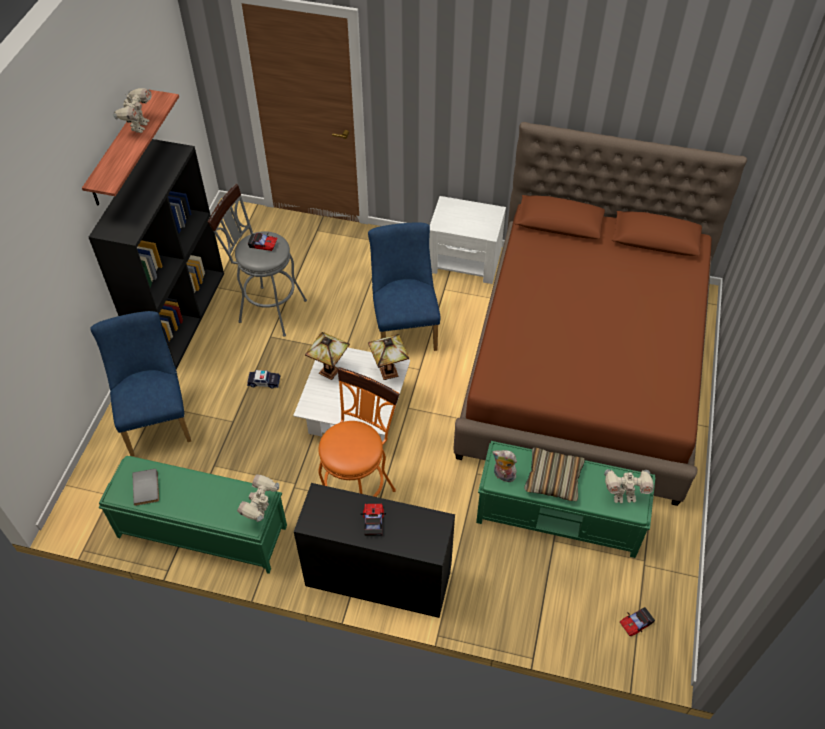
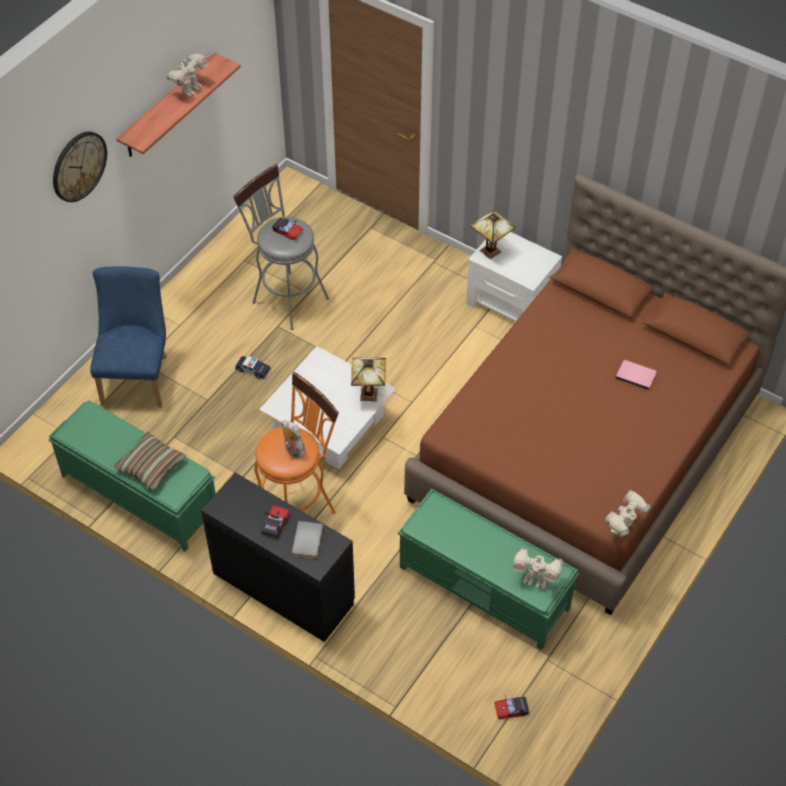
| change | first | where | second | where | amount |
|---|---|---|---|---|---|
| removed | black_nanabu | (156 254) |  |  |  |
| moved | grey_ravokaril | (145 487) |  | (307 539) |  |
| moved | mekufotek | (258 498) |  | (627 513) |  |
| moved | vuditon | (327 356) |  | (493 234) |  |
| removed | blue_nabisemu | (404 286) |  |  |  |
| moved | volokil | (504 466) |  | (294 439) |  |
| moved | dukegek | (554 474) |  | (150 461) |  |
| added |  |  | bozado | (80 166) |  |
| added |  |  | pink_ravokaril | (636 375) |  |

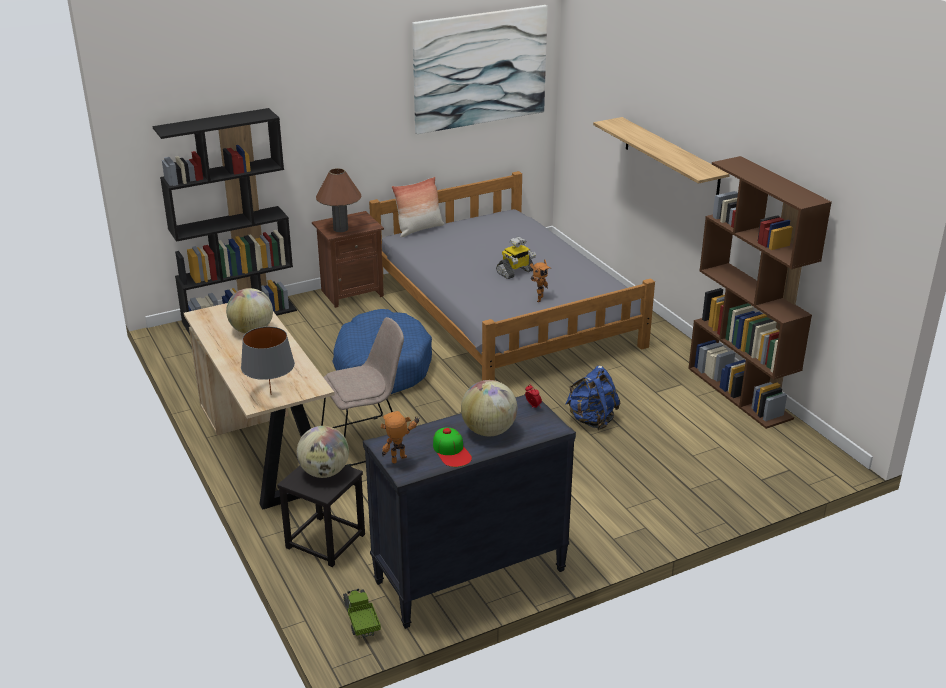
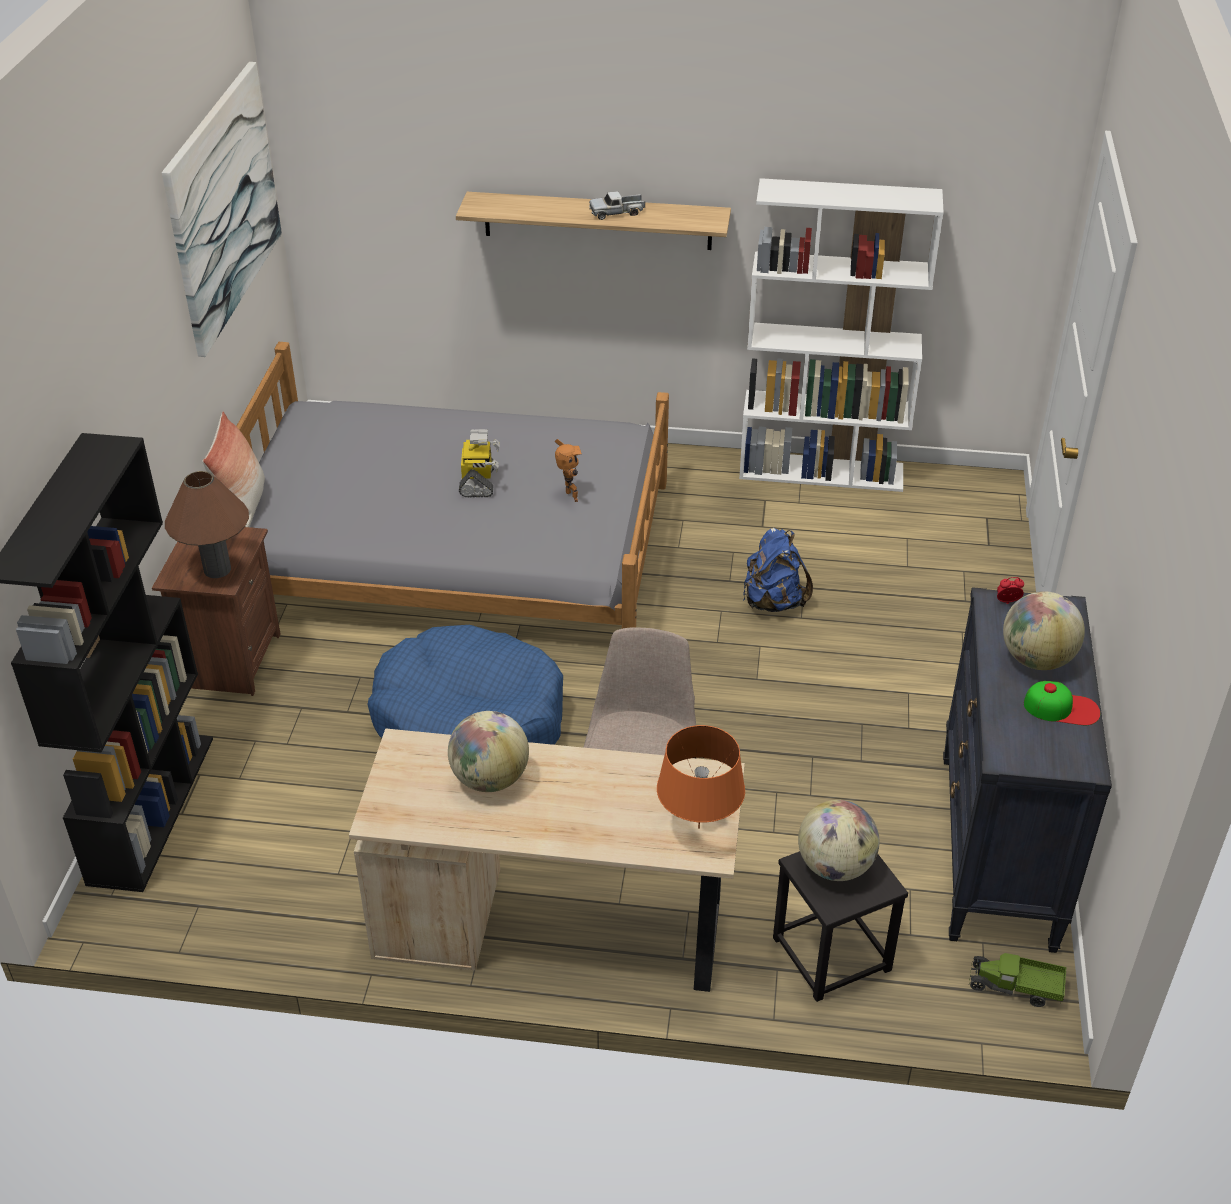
| change | first | where | second | where | amount |
|---|---|---|---|---|---|
| recoloured | grey_vuditon | (268 360) | orange_vuditon | (701 777) |  |
| removed | mekufotek | (400 437) |  |  |  |
| recoloured | brown_nanabu | (760 292) | white_nanabu | (841 335) |  |
| added |  |  | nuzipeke | (617 205) |  |

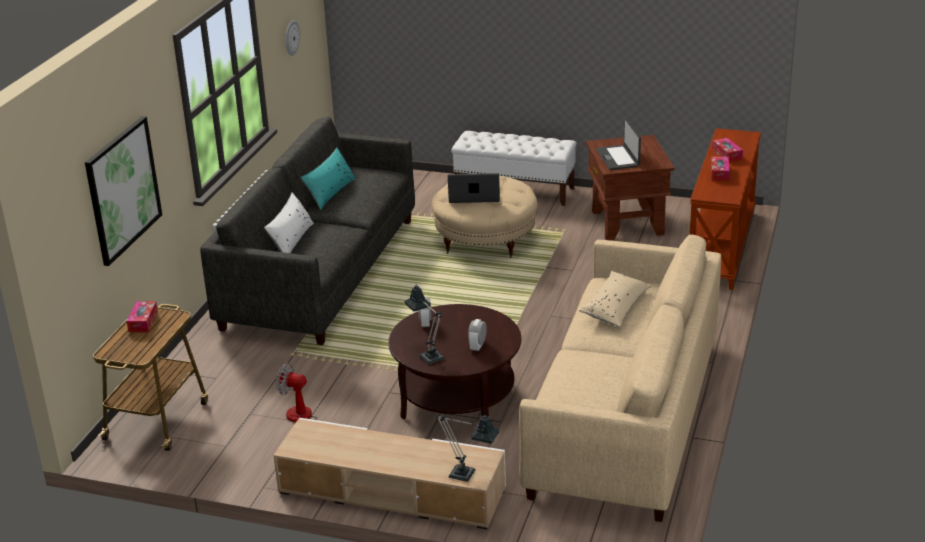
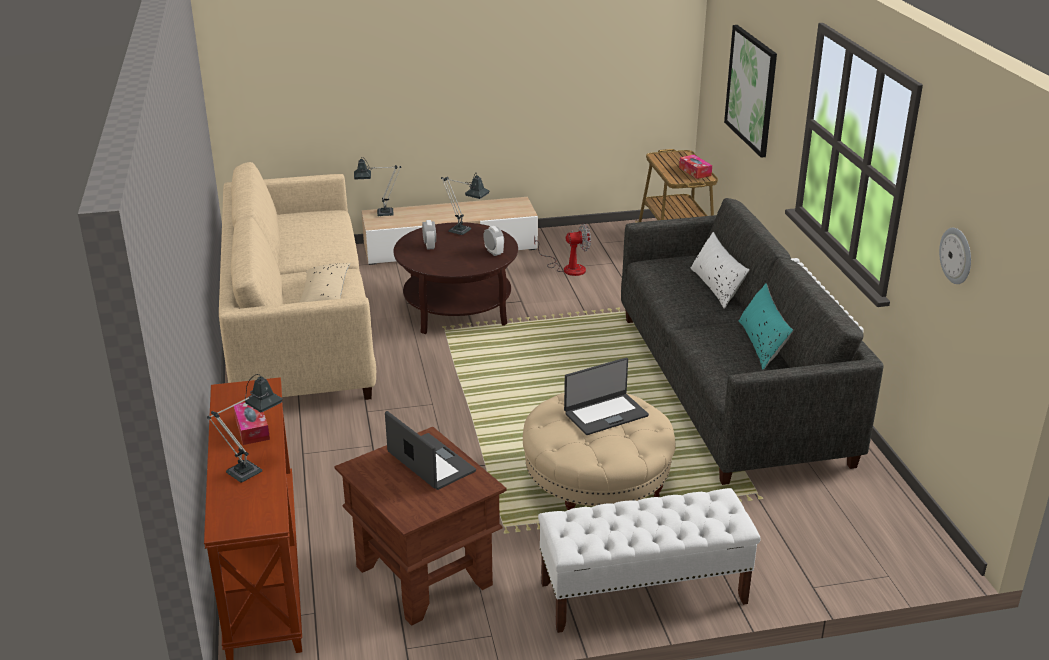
| change | first | where | second | where | amount |
|---|---|---|---|---|---|
| replaced | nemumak | (727 150) | vuditon | (244 428) |  |

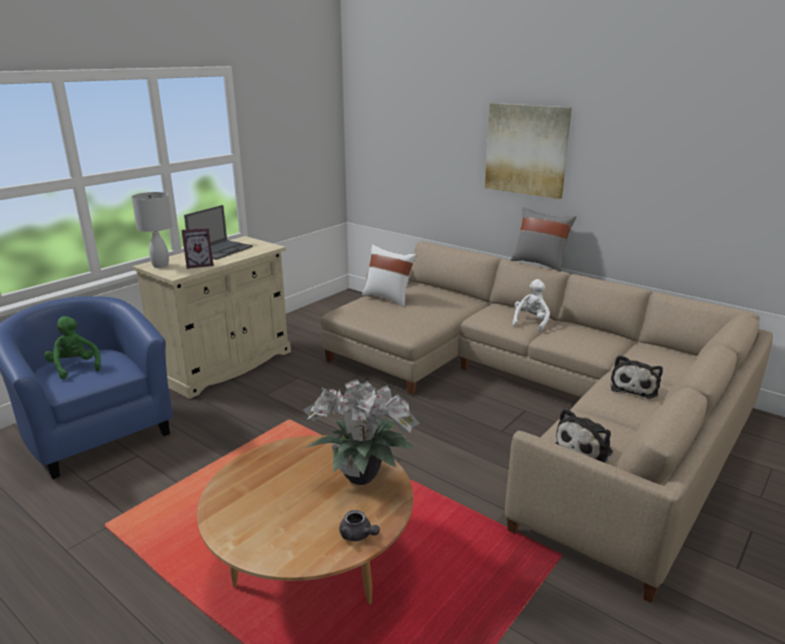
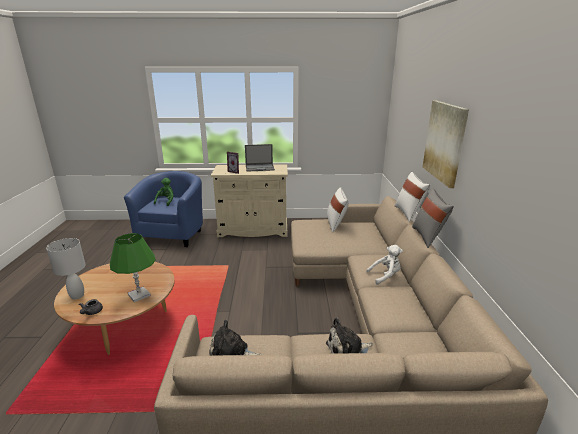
| change | first | where | second | where | amount |
|---|---|---|---|---|---|
| moved | white_vuditon | (152 230) |  | (66 268) |  |
| replaced | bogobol | (361 432) | green_vuditon | (133 267) |  |
| added |  |  | white_dukegek | (412 197) |  |

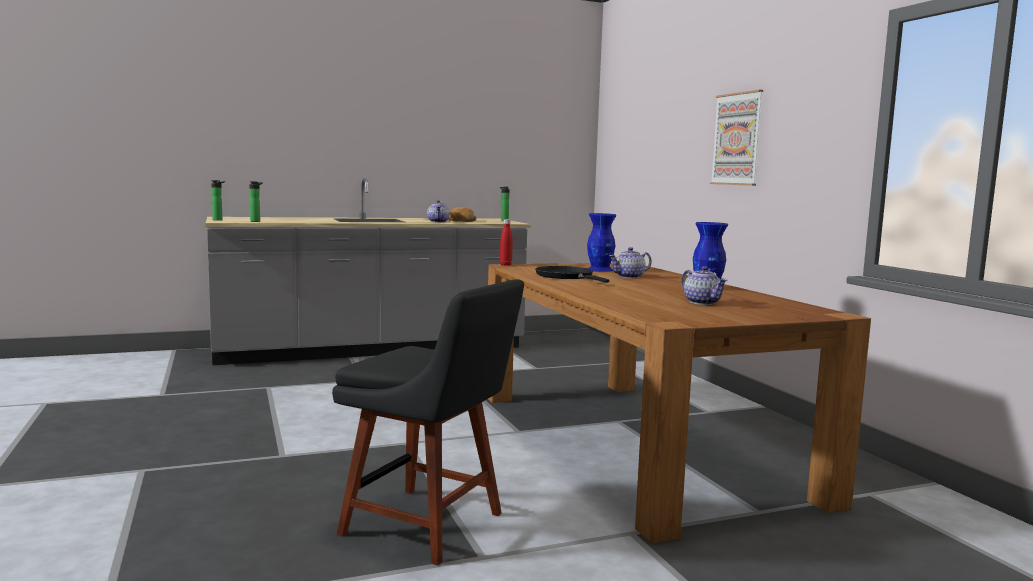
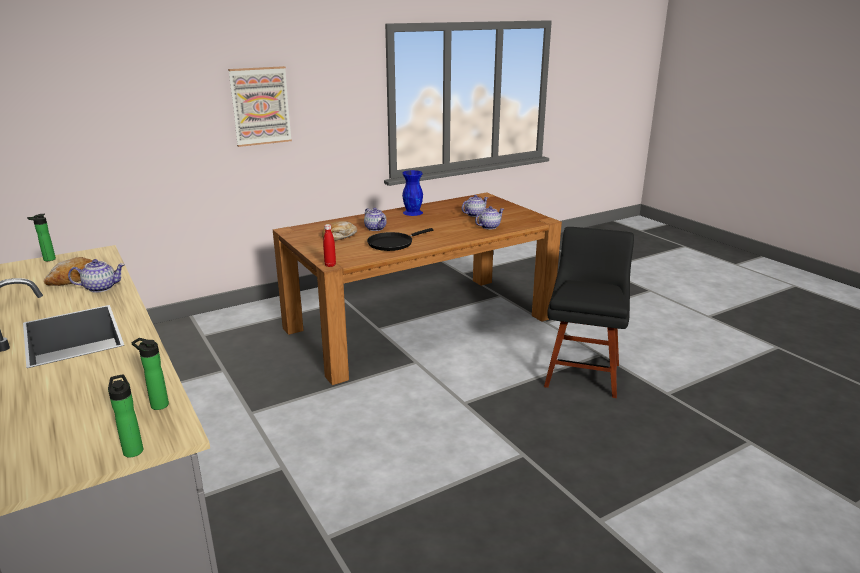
| change | first | where | second | where | amount |
|---|---|---|---|---|---|
| replaced | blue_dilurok | (601 242) | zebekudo | (339 231) |  |
| added |  |  | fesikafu | (489 217) |  |

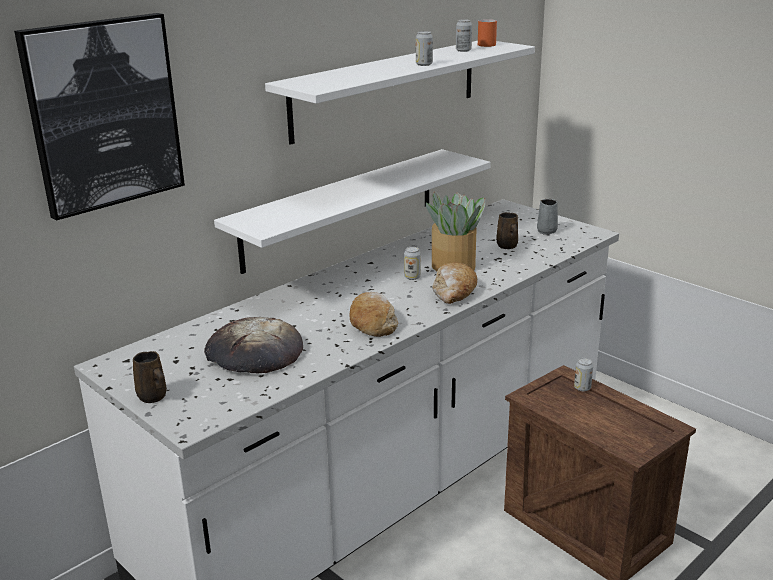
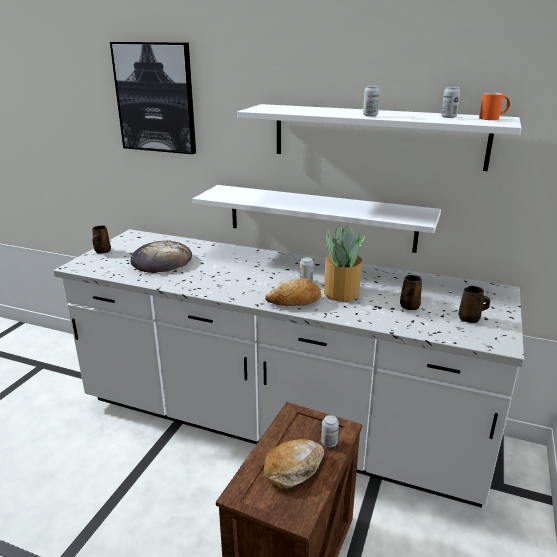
| change | first | where | second | where | amount |
|---|---|---|---|---|---|
| moved | zebekudo | (374 314) |  | (294 464) |  |
| recoloured | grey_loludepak | (547 217) | brown_loludepak | (474 304) |  |

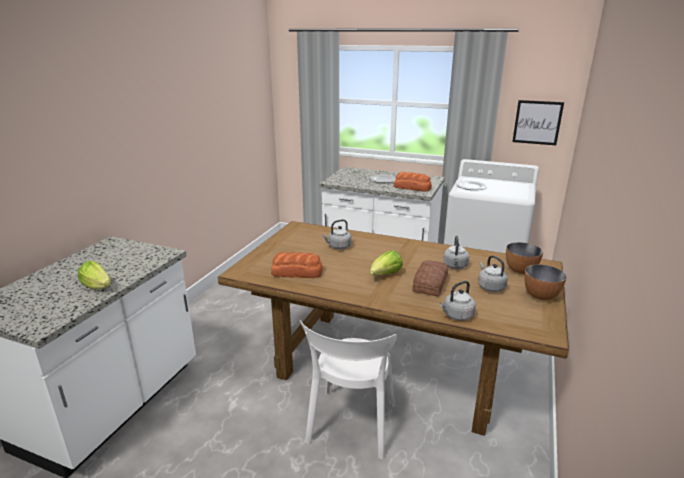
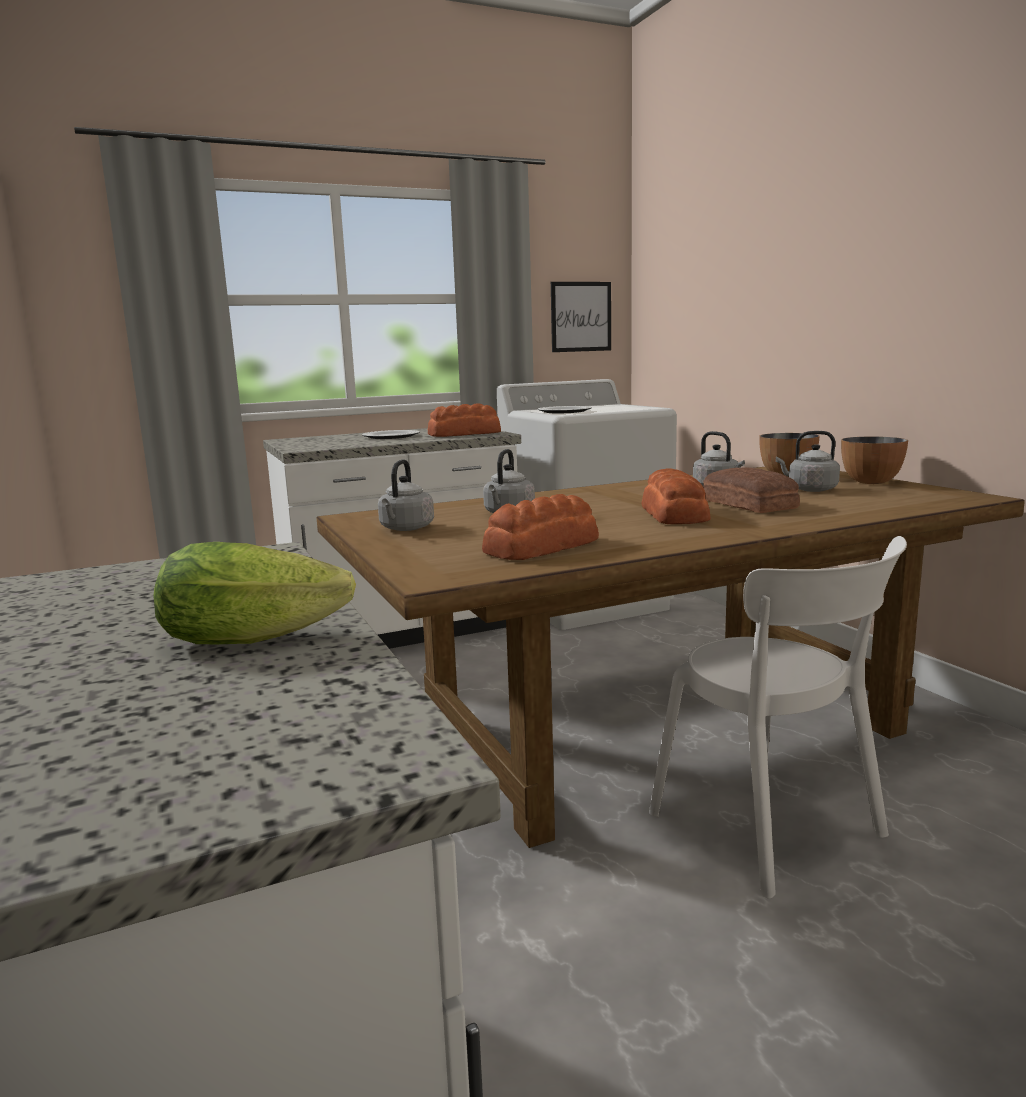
| change | first | where | second | where | amount |
|---|---|---|---|---|---|
| replaced | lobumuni | (386 262) | zebekudo | (676 496) |  |
| moved | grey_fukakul | (458 301) |  | (406 495) |  |

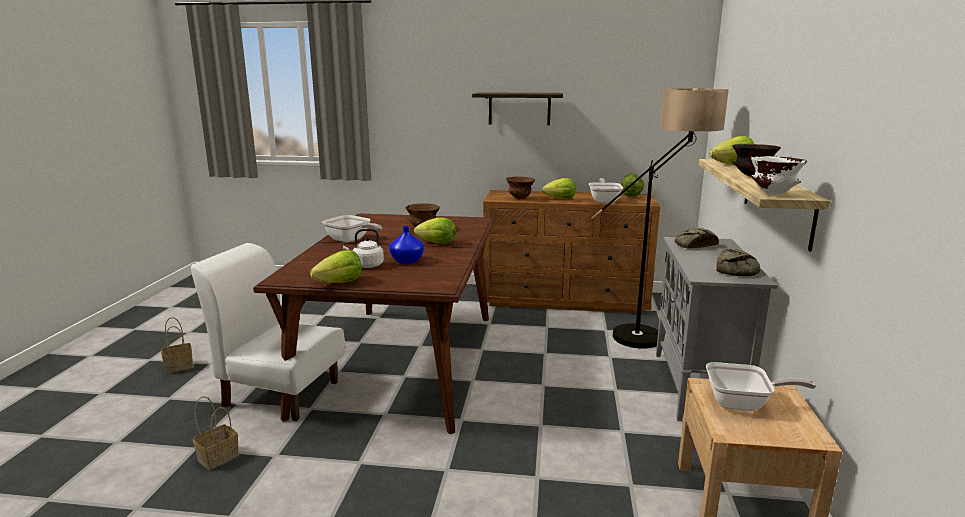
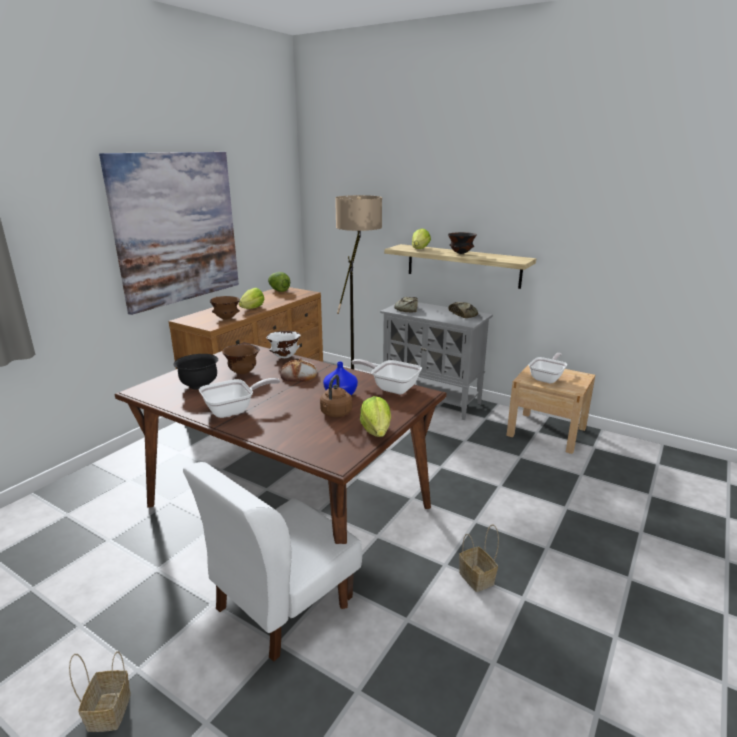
| change | first | where | second | where | amount |
|---|---|---|---|---|---|
| moved | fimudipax | (216 433) |  | (479 558) |  |
| recoloured | white_fukakul | (363 248) | brown_fukakul | (336 395) |  |
| replaced | lobumuni | (435 230) | zebekudo | (298 370) |  |
| replaced | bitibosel | (517 108) | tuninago | (169 233) |  |
| moved | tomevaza | (606 190) |  | (386 376) |  |
| moved | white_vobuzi | (778 175) |  | (283 344) |  |
| added |  |  | black_vobuzi | (195 372) |  |

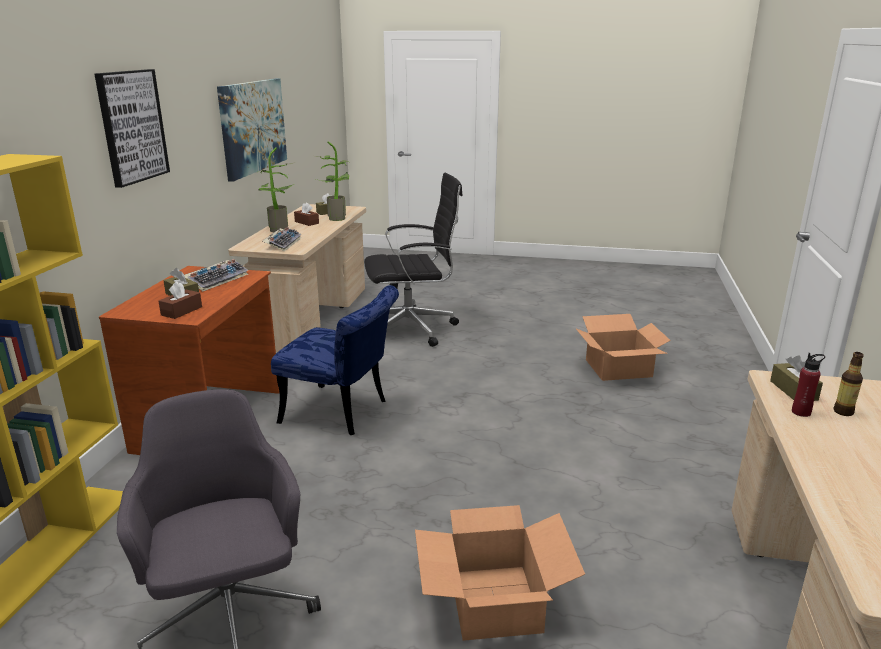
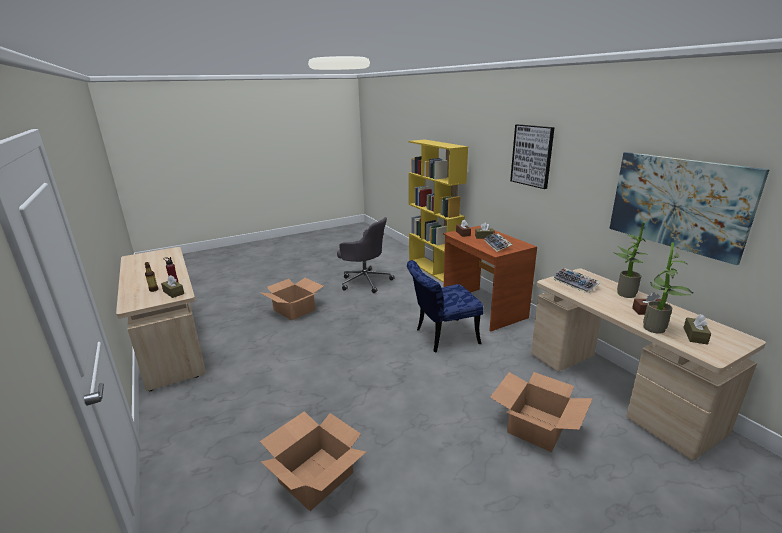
| change | first | where | second | where | amount |
|---|---|---|---|---|---|
| replaced | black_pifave | (413 260) | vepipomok | (541 412) |  |

